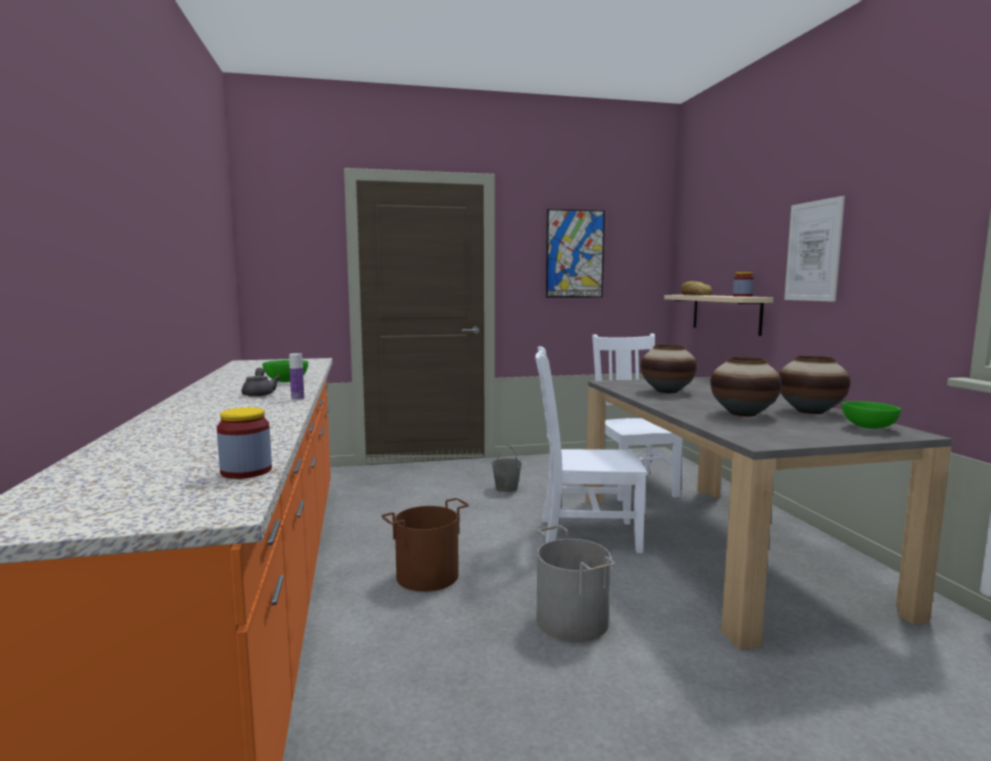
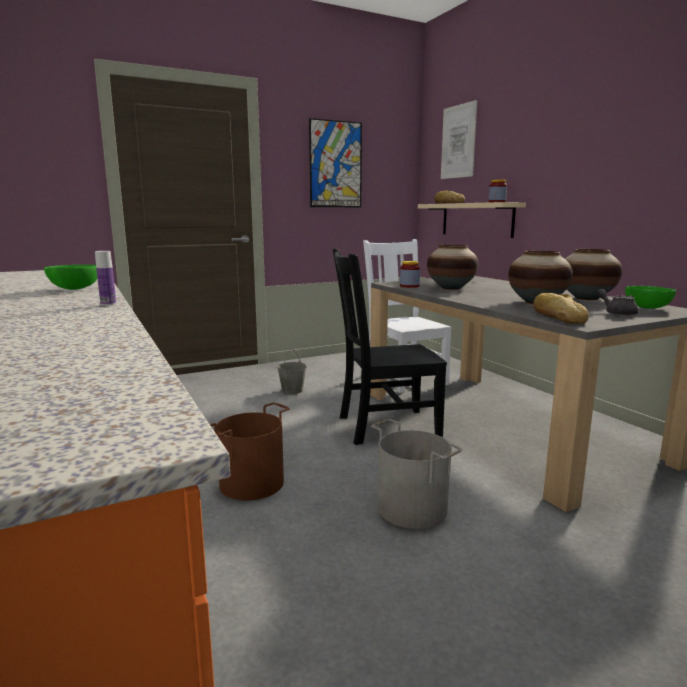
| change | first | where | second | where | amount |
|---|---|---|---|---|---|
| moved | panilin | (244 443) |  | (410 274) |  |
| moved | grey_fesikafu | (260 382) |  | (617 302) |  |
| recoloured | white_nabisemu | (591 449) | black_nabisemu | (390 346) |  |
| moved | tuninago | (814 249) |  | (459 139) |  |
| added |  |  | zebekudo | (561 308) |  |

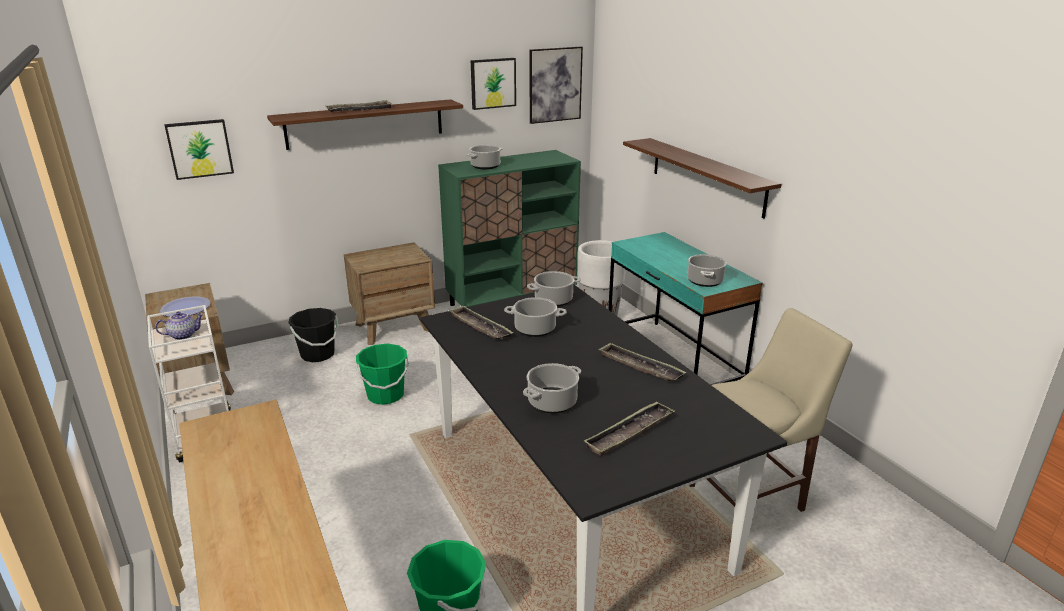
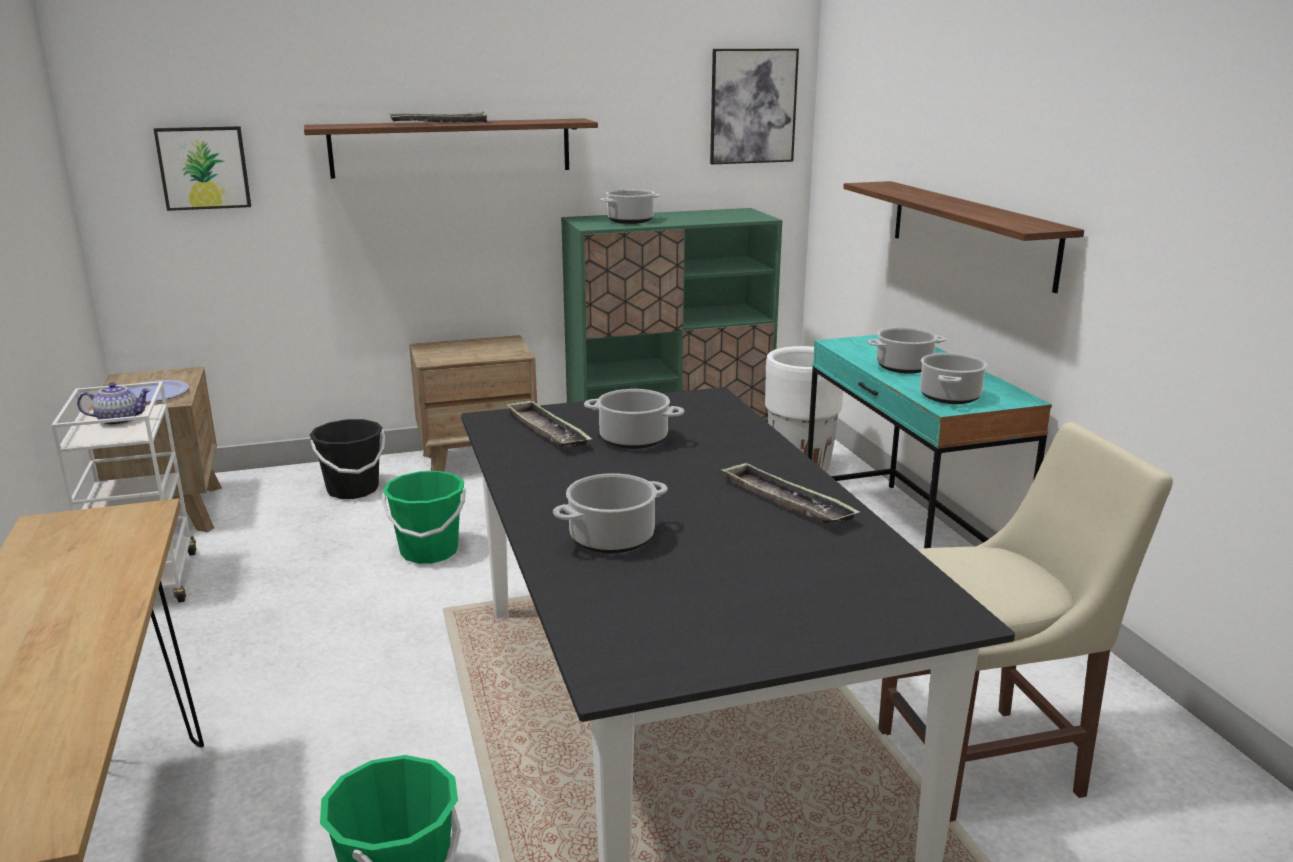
| change | first | where | second | where | amount |
|---|---|---|---|---|---|
| removed | tuninago | (493 84) |  |  |  |
| moved | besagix | (554 288) |  | (906 350) |  |
| removed | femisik | (629 428) |  |  |  |

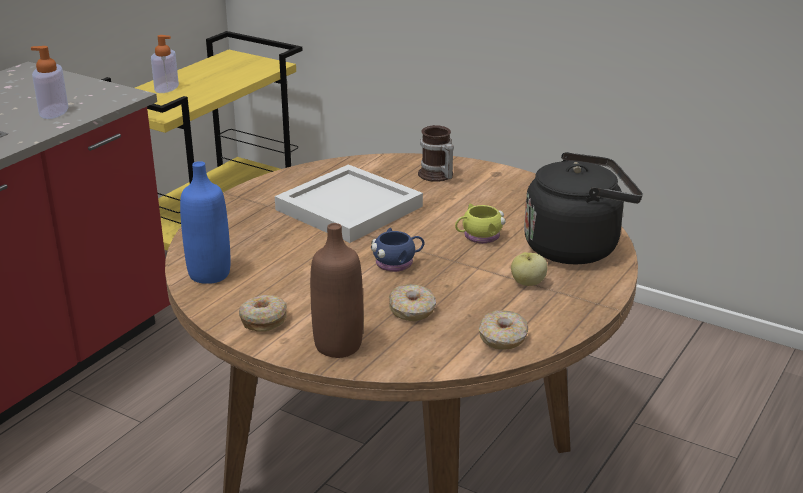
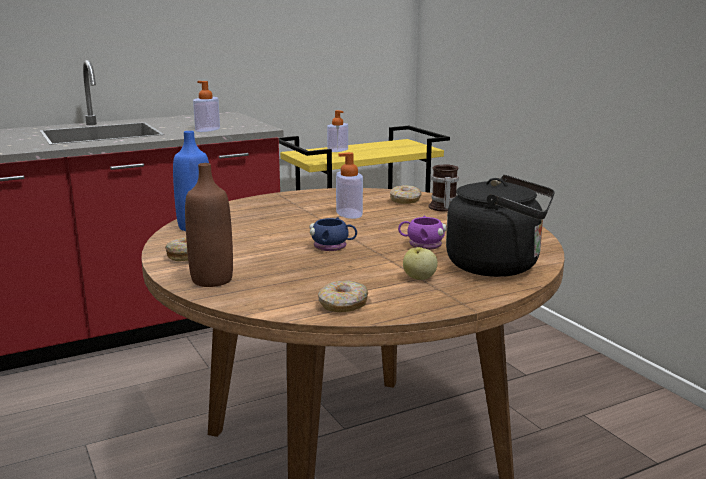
| change | first | where | second | where | amount |
|---|---|---|---|---|---|
| replaced | white_femisik | (349 203) | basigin | (349 185) |  |
| moved | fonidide | (412 302) |  | (405 194) |  |
| recoloured | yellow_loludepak | (480 223) | purple_loludepak | (422 233) |  |

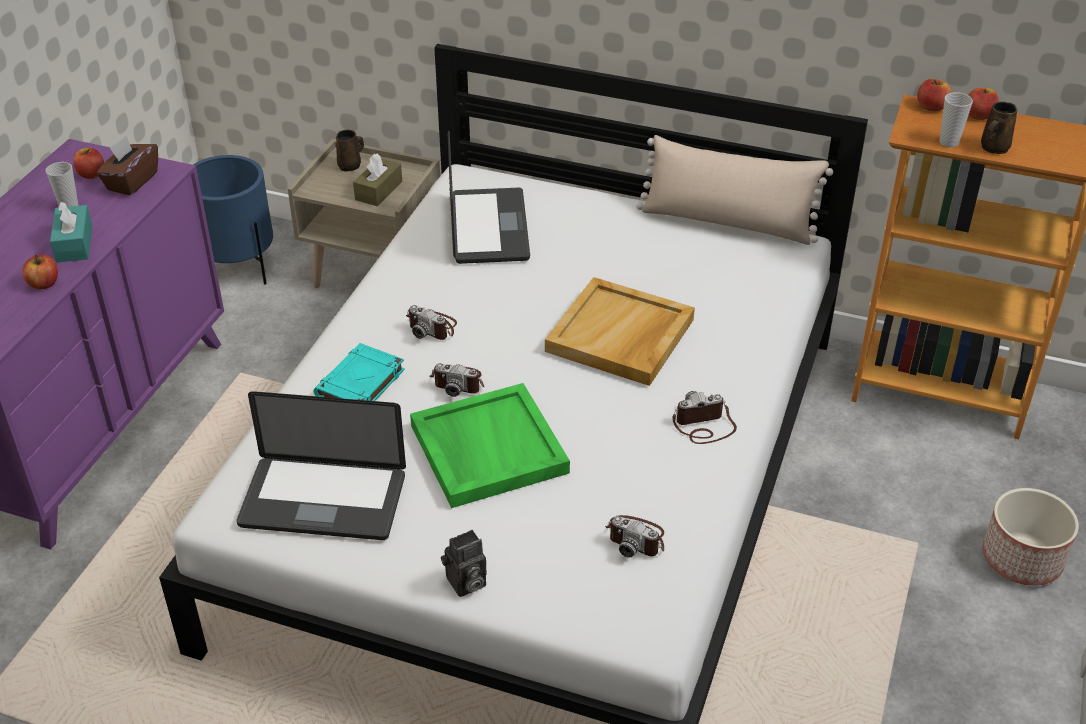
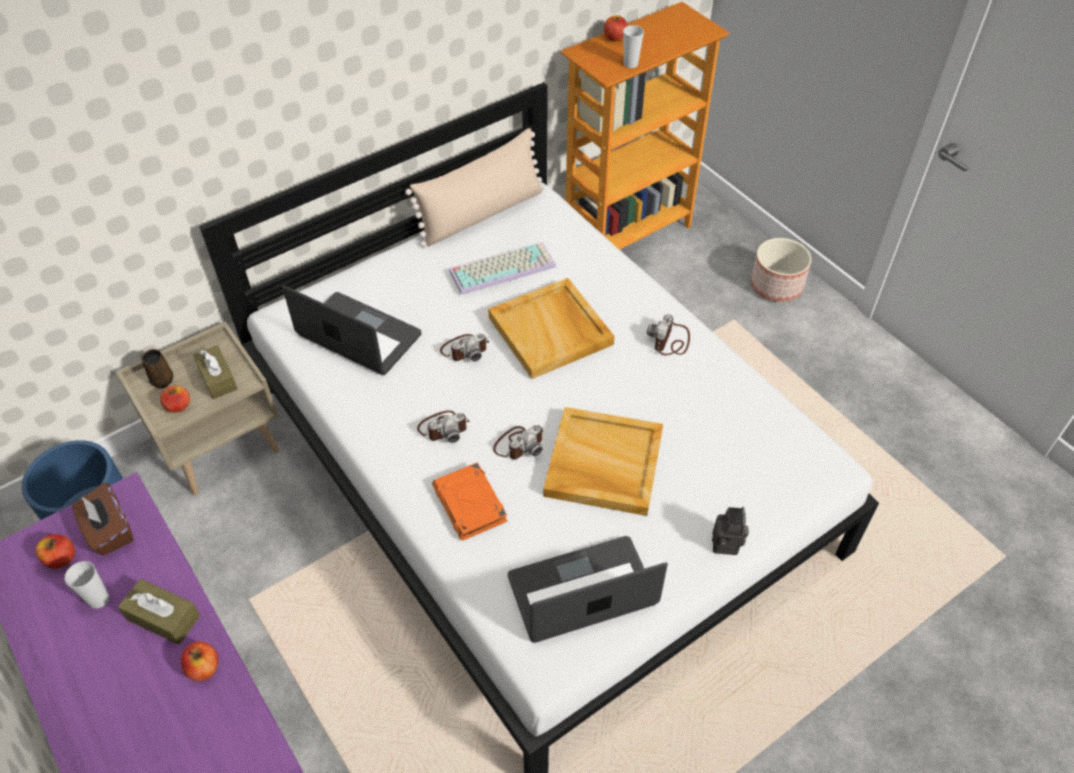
| change | first | where | second | where | amount |
|---|---|---|---|---|---|
| recoloured | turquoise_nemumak | (71 231) | brown_nemumak | (159 612) |  |
| turned | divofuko | (321 465) |  | (588 589) | 150 degrees counterclockwise |
| recoloured | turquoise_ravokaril | (359 372) | orange_ravokaril | (469 501) |  |
| recoloured | green_femisik | (490 445) | beige_femisik | (603 461) |  |
| moved | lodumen | (634 536) |  | (464 347) |  |
| moved | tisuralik | (934 95) |  | (175 399) |  |
| removed | brown_loludepak | (999 128) |  |  |  |
| added |  |  | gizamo | (502 268) |  |

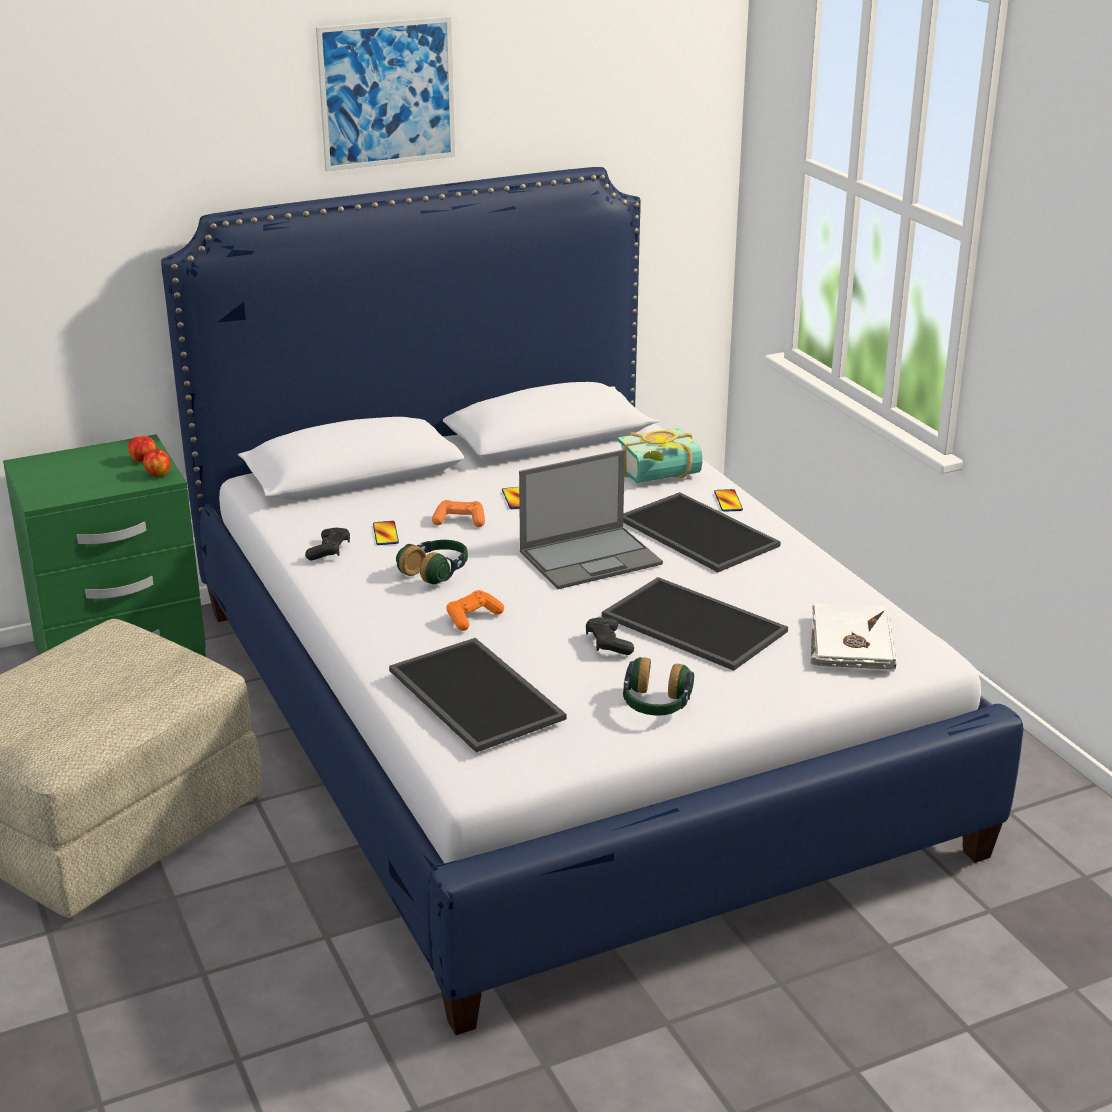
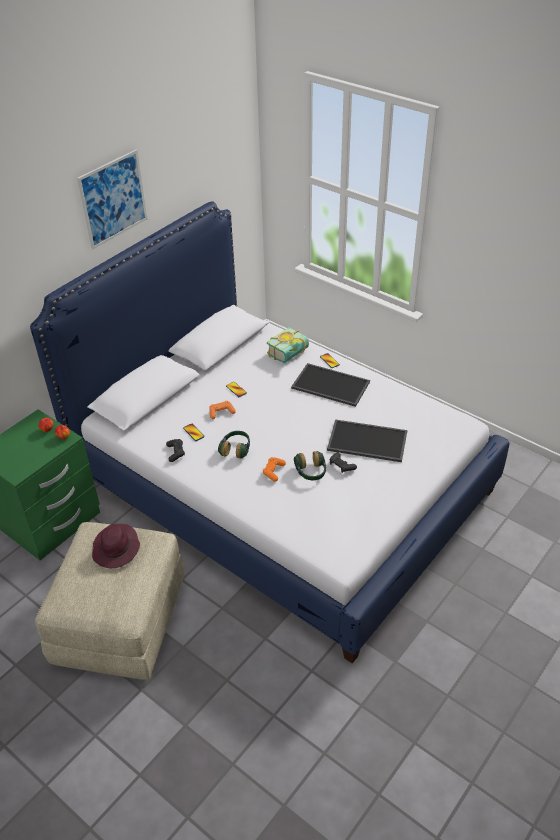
| change | first | where | second | where | amount |
|---|---|---|---|---|---|
| removed | femisik | (478 695) |  |  |  |
| removed | divofuko | (591 519) |  |  |  |
| moved | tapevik | (658 686) |  | (310 465) |  |
| removed | white_ravokaril | (853 637) |  |  |  |
| added |  |  | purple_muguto | (116 546) |  |

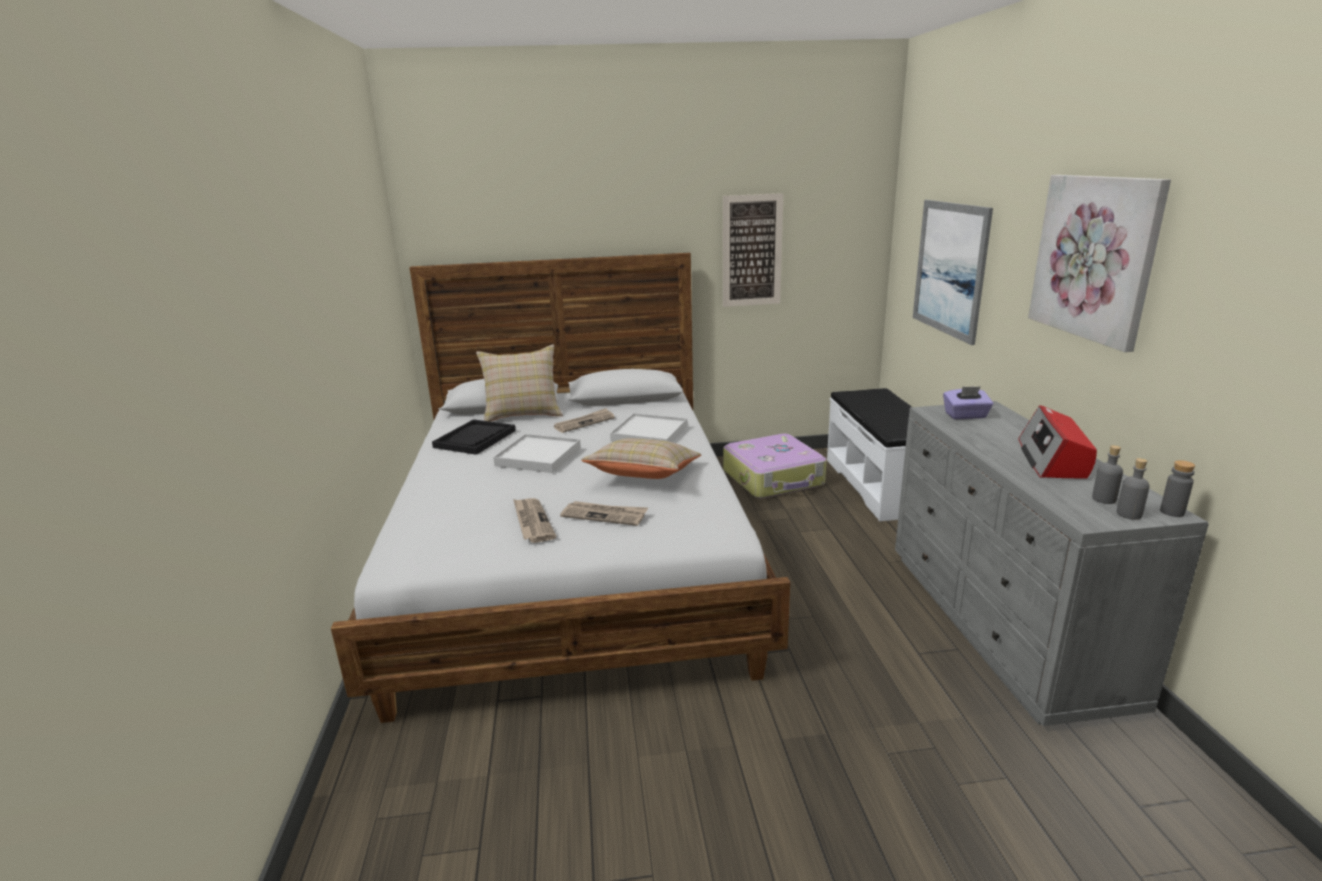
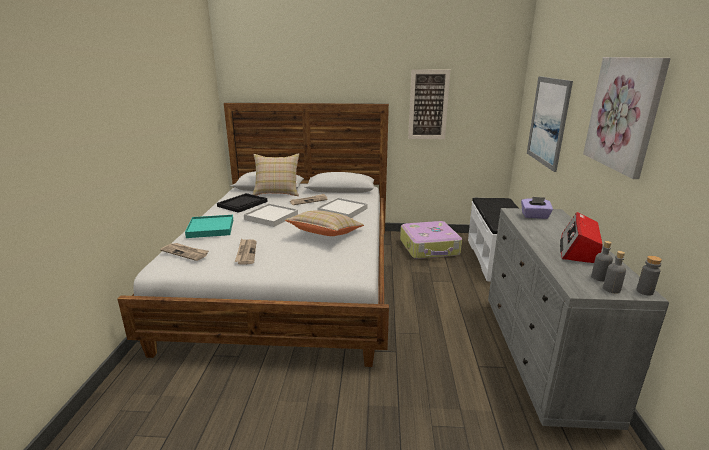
| change | first | where | second | where | amount |
|---|---|---|---|---|---|
| moved | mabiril | (604 513) |  | (184 252) |  |
| added |  |  | turquoise_femisik | (209 226) |  |

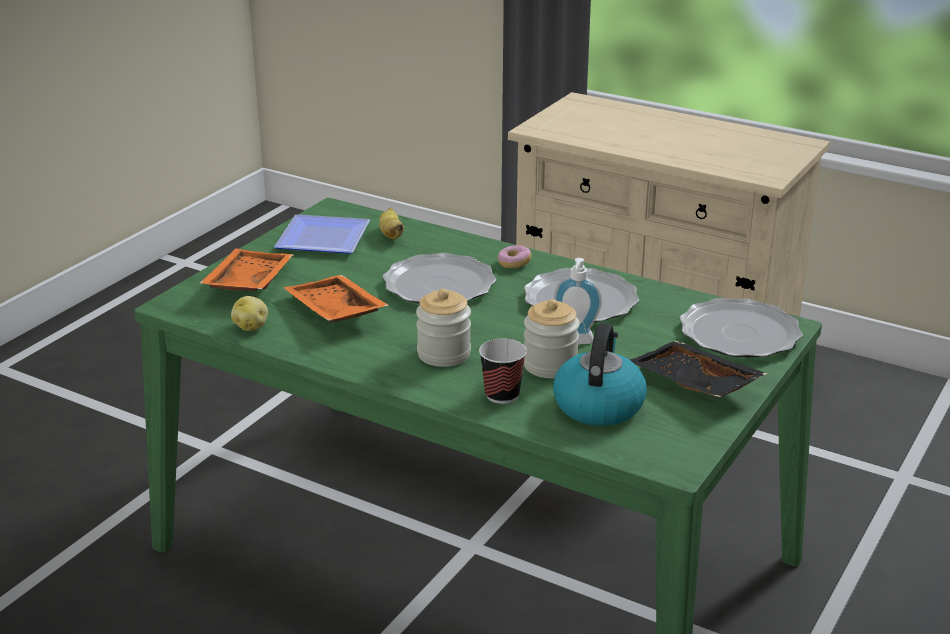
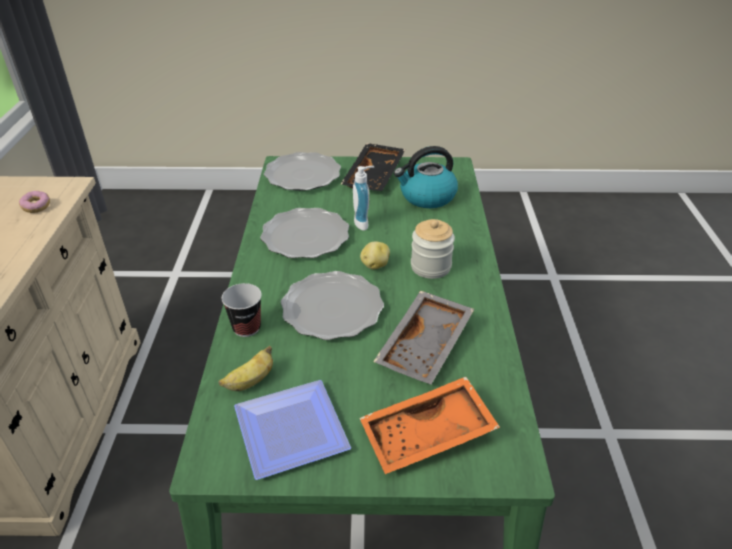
| change | first | where | second | where | amount |
|---|---|---|---|---|---|
| moved | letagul | (249 313) |  | (375 255) |  |
| recoloured | orange_femisik | (336 298) | grey_femisik | (423 337) |  |
| moved | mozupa | (503 371) |  | (242 310) |  |
| moved | fonidide | (514 256) |  | (34 202) |  |
| removed | panilin | (552 338) |  |  |  |

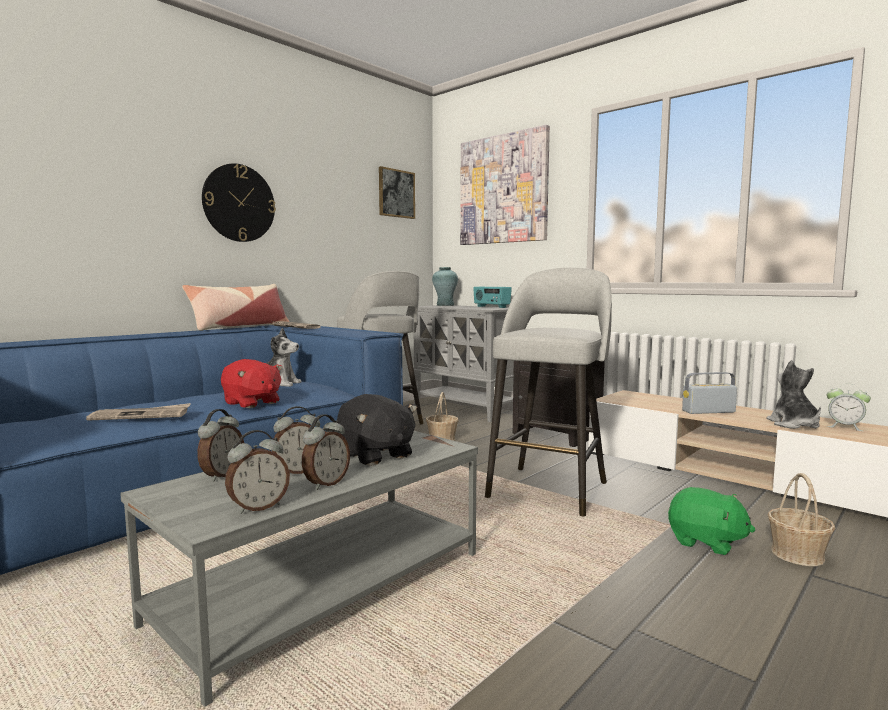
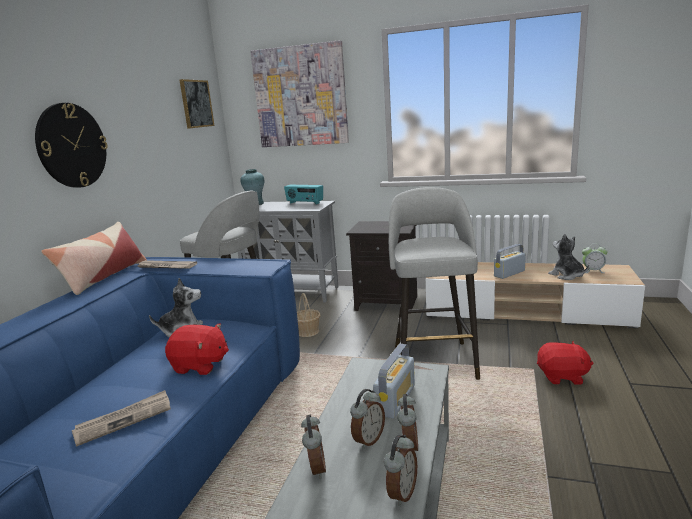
| change | first | where | second | where | amount |
|---|---|---|---|---|---|
| replaced | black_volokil | (377 430) | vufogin | (394 381) |  |
| recoloured | green_volokil | (711 521) | red_volokil | (565 363) |  |
| removed | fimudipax | (801 519) |  |  |  |

